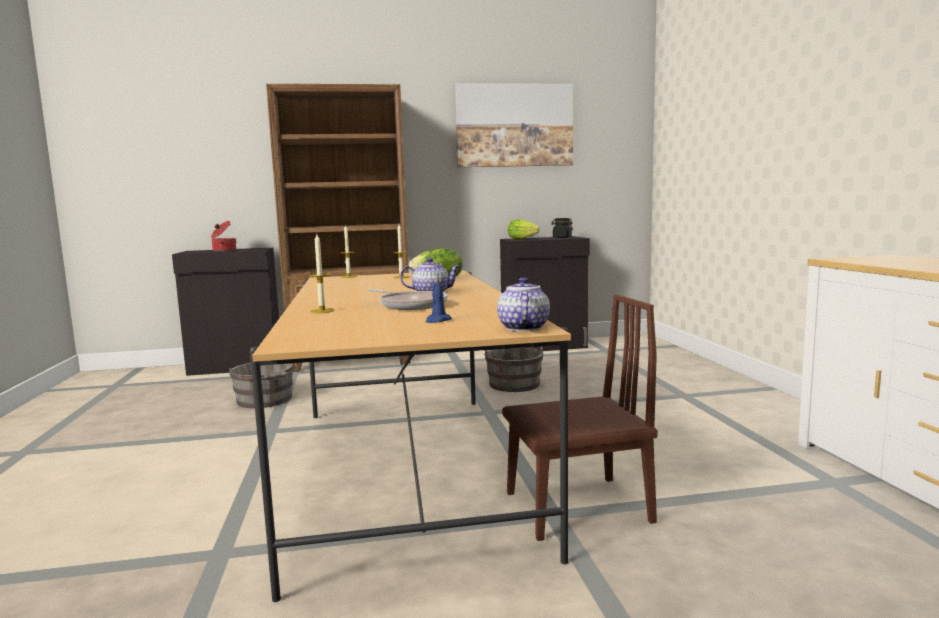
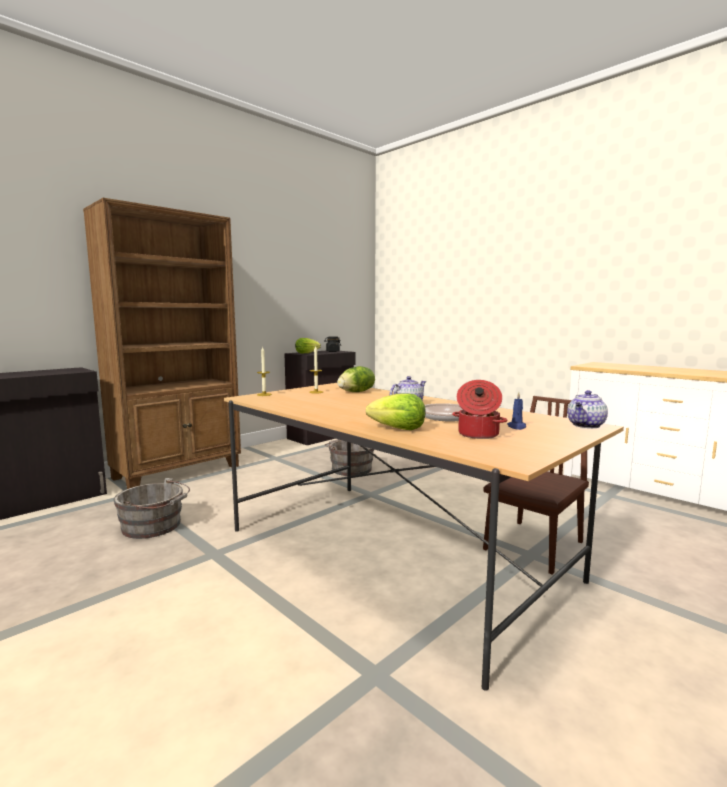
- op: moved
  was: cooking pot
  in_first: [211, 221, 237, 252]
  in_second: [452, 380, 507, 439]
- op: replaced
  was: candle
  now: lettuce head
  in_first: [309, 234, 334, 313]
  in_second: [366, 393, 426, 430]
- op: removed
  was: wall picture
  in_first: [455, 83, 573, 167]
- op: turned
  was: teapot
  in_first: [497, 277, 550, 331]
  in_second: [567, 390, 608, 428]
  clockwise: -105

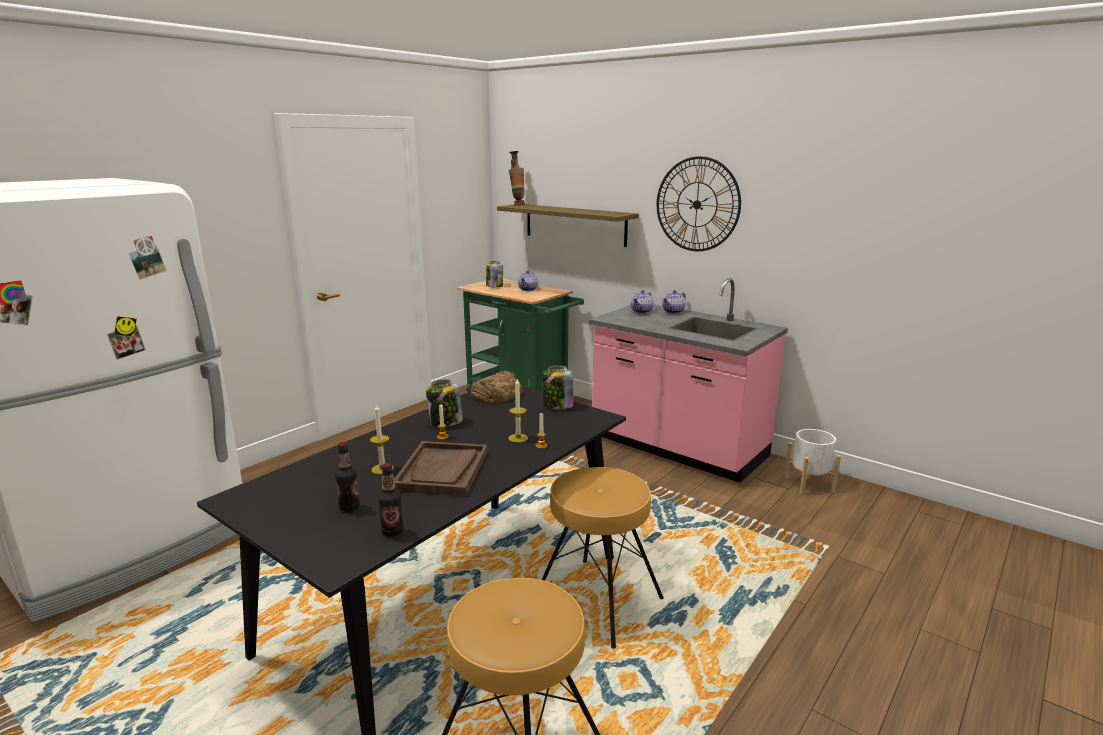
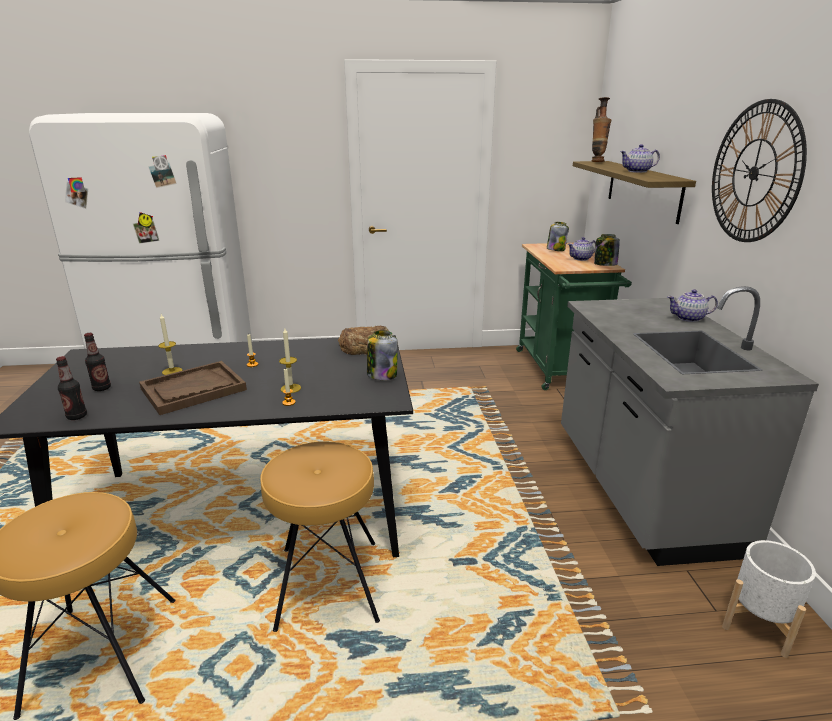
- op: moved
  was: jar
  in_first: [426, 379, 463, 427]
  in_second: [594, 234, 620, 266]
- op: recoloured
  was: kitchen counter (pinkish)
  now: kitchen counter (gray)
  in_first: [589, 278, 788, 483]
  in_second: [561, 286, 819, 566]
- op: moved
  was: teapot
  in_first: [631, 290, 654, 314]
  in_second: [620, 144, 660, 173]

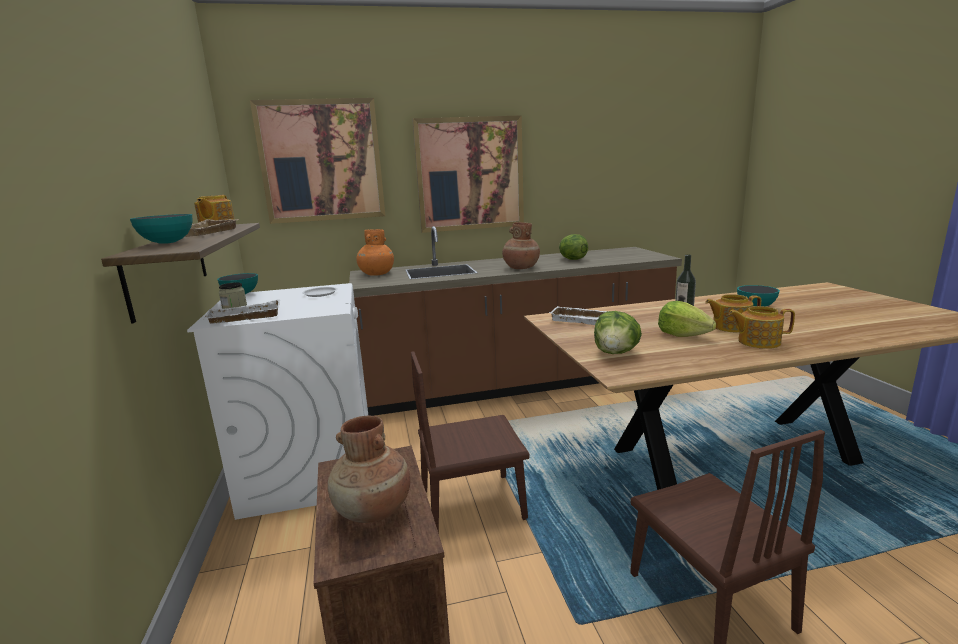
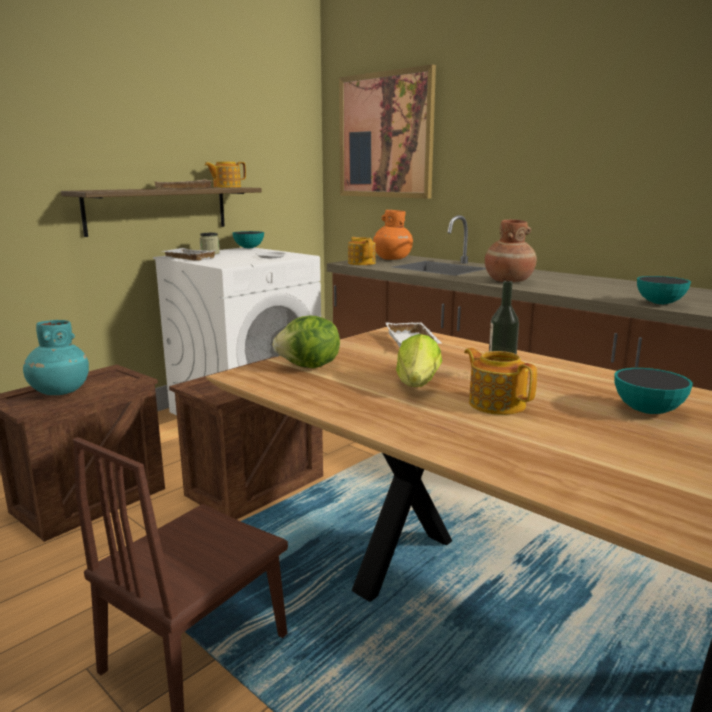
- op: moved
  was: bowl
  in_first: [130, 214, 193, 244]
  in_second: [637, 276, 691, 304]
- op: recoloured
  was: flower vase (brown-coloured)
  now: flower vase (turquoise)
  in_first: [327, 415, 410, 523]
  in_second: [23, 320, 89, 395]
- op: replaced
  was: upright chair (brown-coloured)
  now: shipping crate
  in_first: [411, 351, 530, 534]
  in_second: [169, 357, 323, 520]
- op: removed
  was: wall picture
  in_first: [412, 115, 524, 233]
- op: removed
  was: lettuce head
  in_first: [559, 234, 588, 260]
- op: moved
  was: teapot
  in_first: [729, 306, 795, 349]
  in_second: [348, 237, 376, 265]

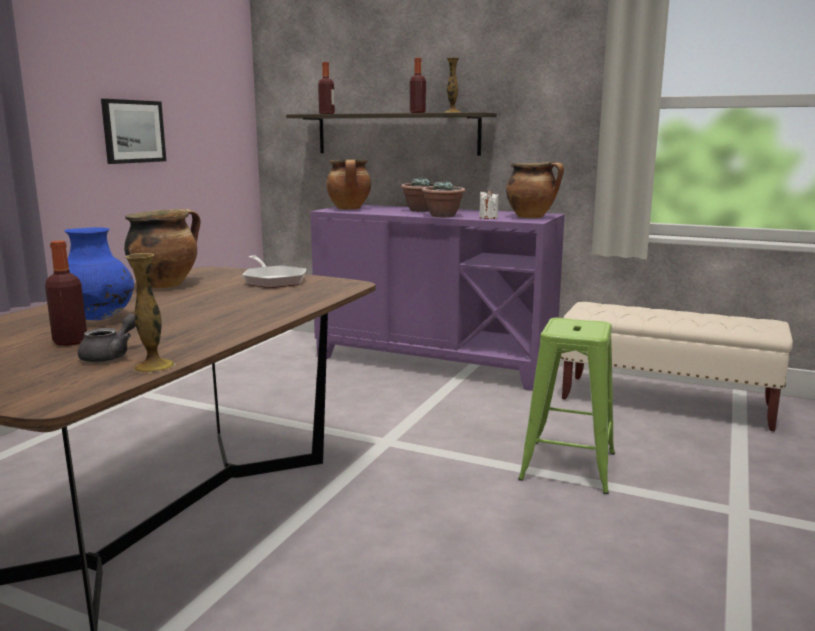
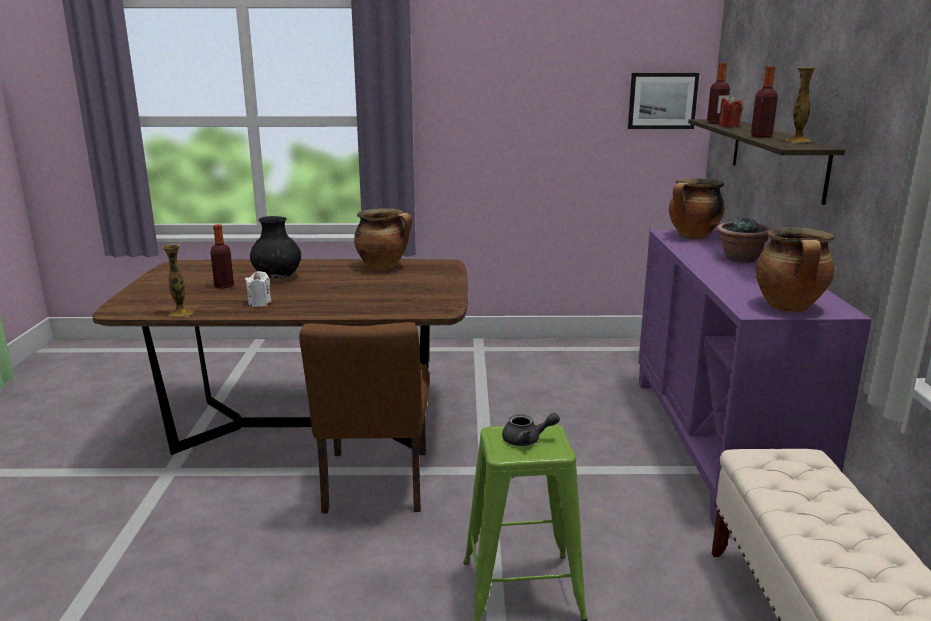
- op: recoloured
  was: flower vase (bluish)
  now: flower vase (blackish)
  in_first: [64, 227, 134, 320]
  in_second: [250, 216, 301, 279]
- op: moved
  was: teapot (gray)
  in_first: [78, 314, 136, 363]
  in_second: [502, 413, 560, 446]
- op: moved
  was: wall picture
  in_first: [101, 99, 166, 164]
  in_second: [628, 73, 699, 129]
- op: removed
  was: skillet
  in_first: [242, 255, 306, 288]
- op: removed
  was: plant in a pot
  in_first: [422, 180, 466, 217]
- op: moved
  was: candle (whitish)
  in_first: [479, 190, 499, 219]
  in_second: [245, 271, 271, 307]
- op: added
  now: upright chair (brown-coloured)
  in_second: [299, 322, 429, 514]
- op: added
  now: candle (red-coloured)
  in_second: [718, 96, 743, 127]

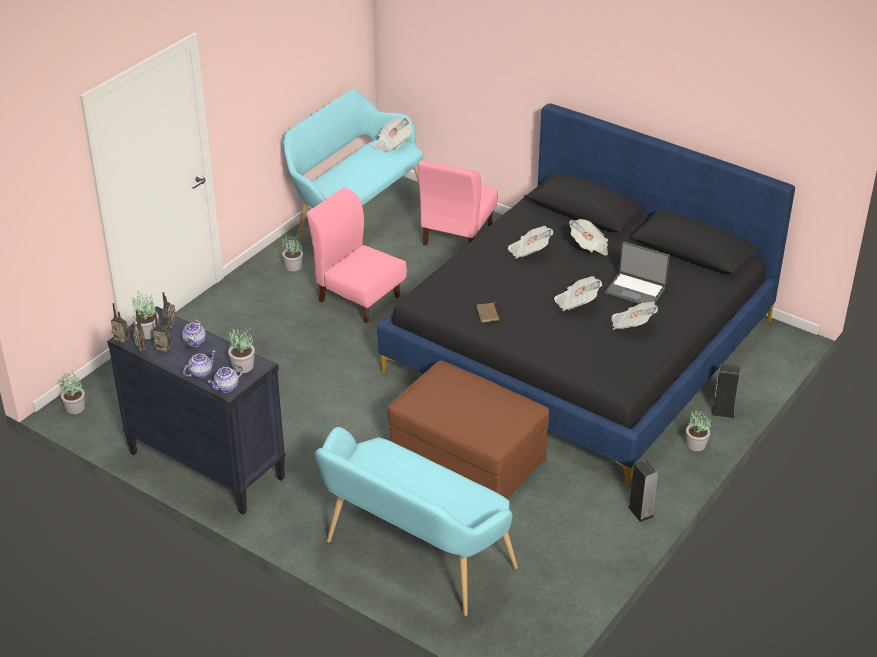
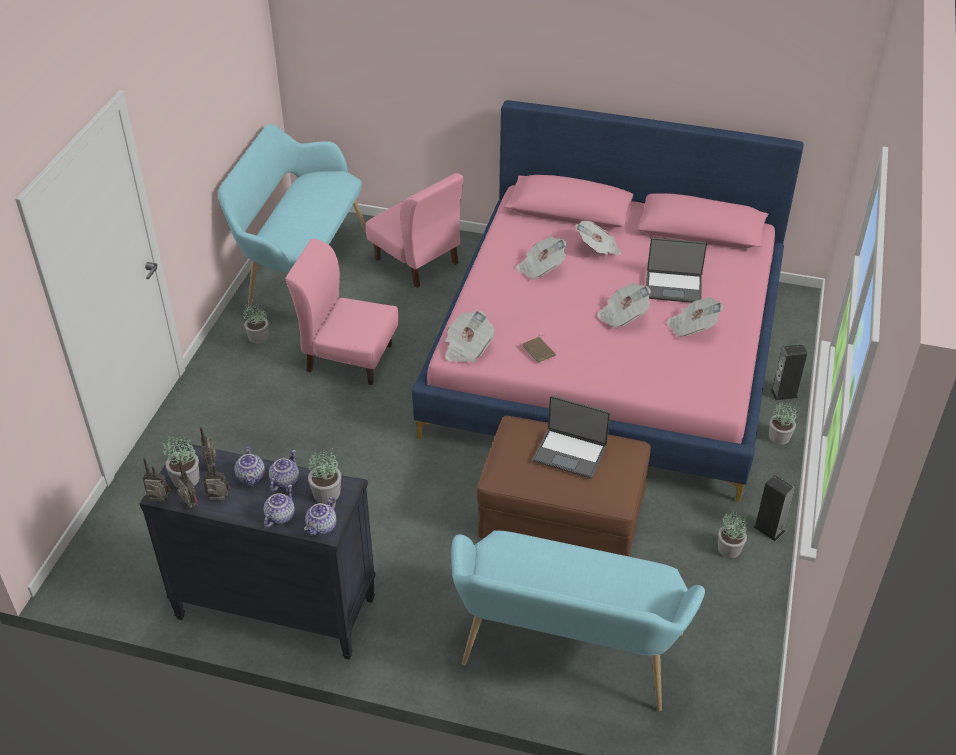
- op: moved
  was: plant in a pot
  in_first: [60, 372, 85, 414]
  in_second: [718, 508, 747, 558]
- op: moved
  was: printed paper
  in_first: [373, 118, 412, 152]
  in_second: [445, 311, 495, 363]
- op: recoloured
  was: bed (blackish)
  now: bed (pinkish)
  in_first: [377, 103, 795, 485]
  in_second: [412, 100, 804, 502]
- op: turned
  was: upright chair (pinkish)
  in_first: [418, 160, 498, 246]
  in_second: [366, 173, 463, 288]
  clockwise: -45
- op: added
  now: teapot
  in_second: [269, 450, 299, 492]
- op: added
  now: notebook computer
  in_second: [533, 395, 610, 479]

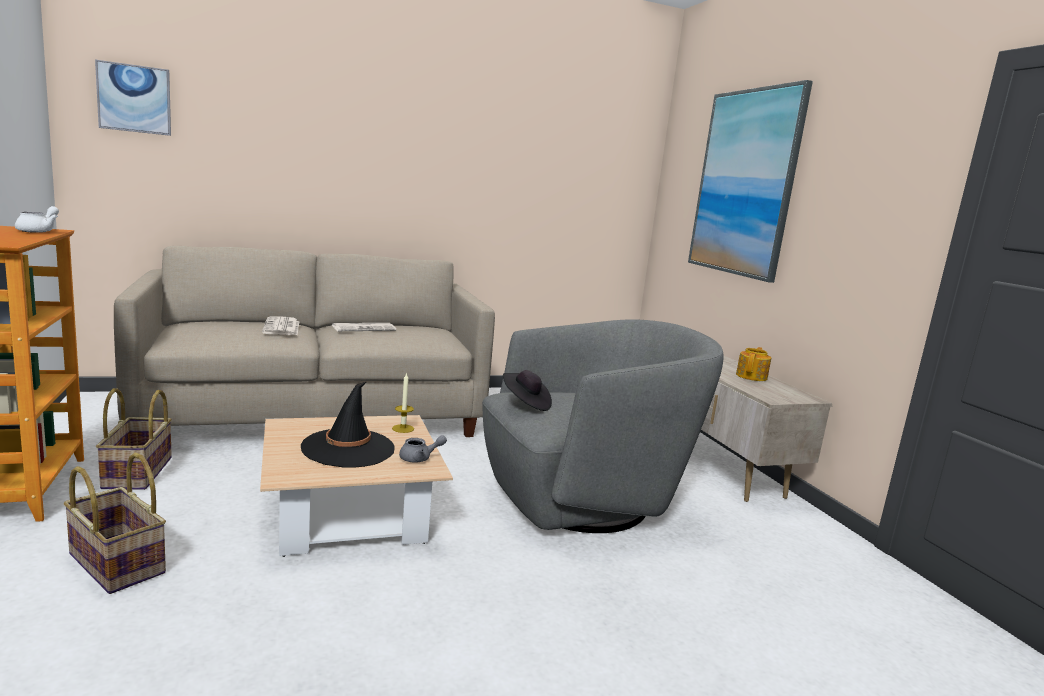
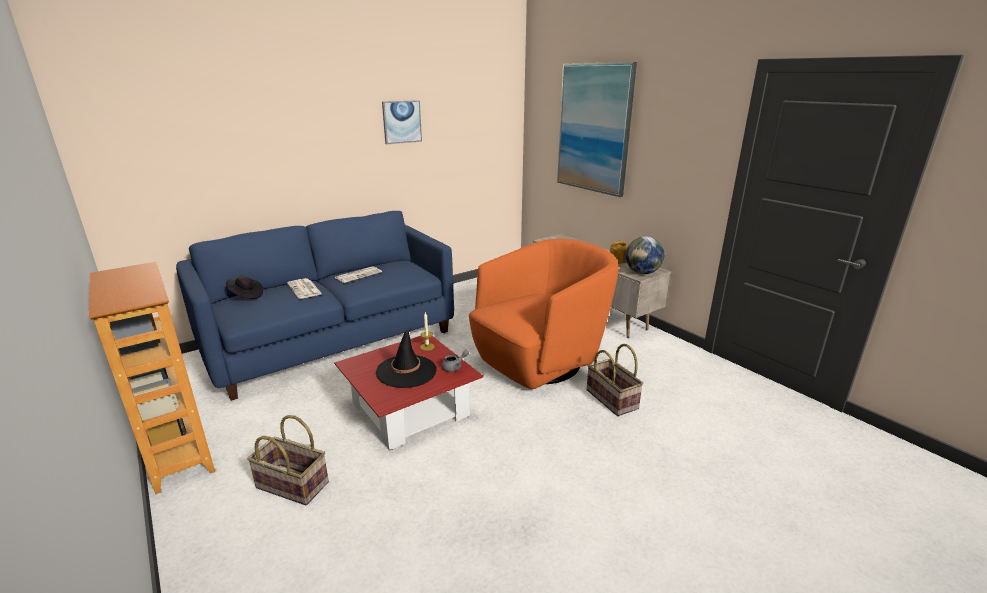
- op: removed
  was: teapot (whitish)
  in_first: [15, 206, 59, 233]
- op: moved
  was: wall picture
  in_first: [95, 60, 171, 136]
  in_second: [382, 100, 422, 144]
- op: moved
  was: basket
  in_first: [96, 388, 172, 490]
  in_second: [586, 344, 644, 416]
- op: recoloured
  was: sofa (beige)
  now: sofa (bluish)
  in_first: [114, 246, 495, 437]
  in_second: [176, 211, 454, 401]
- op: recoloured
  was: lounge table (beige)
  now: lounge table (red-coloured)
  in_first: [260, 415, 453, 557]
  in_second: [334, 336, 484, 450]
- op: recoloured
  was: lounge chair (gray)
  now: lounge chair (orange)
  in_first: [482, 319, 724, 533]
  in_second: [469, 239, 618, 389]
- op: moved
  was: hat (blackish)
  in_first: [503, 370, 552, 411]
  in_second: [226, 276, 263, 299]
- op: added
  now: desk globe
  in_second: [626, 236, 664, 274]

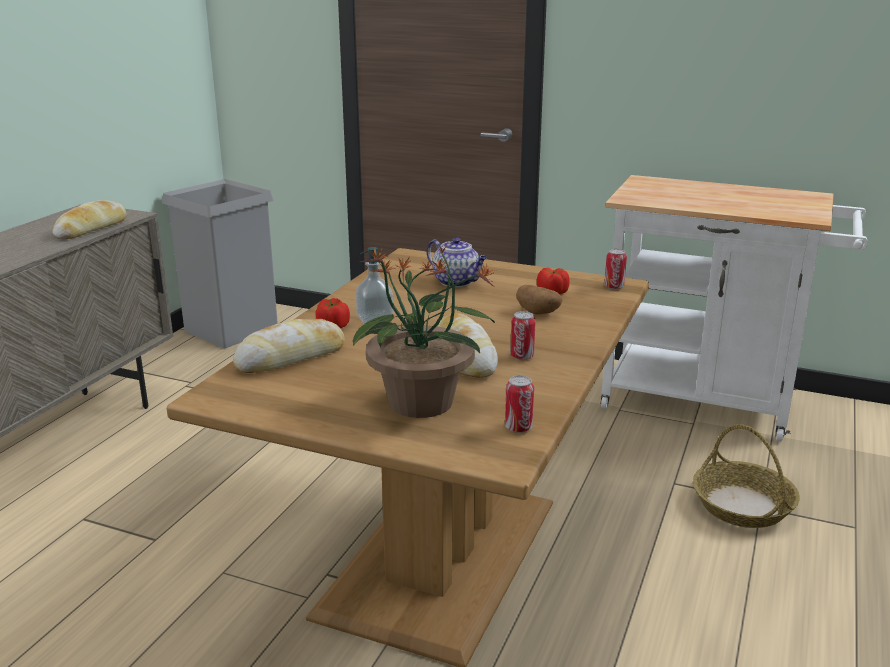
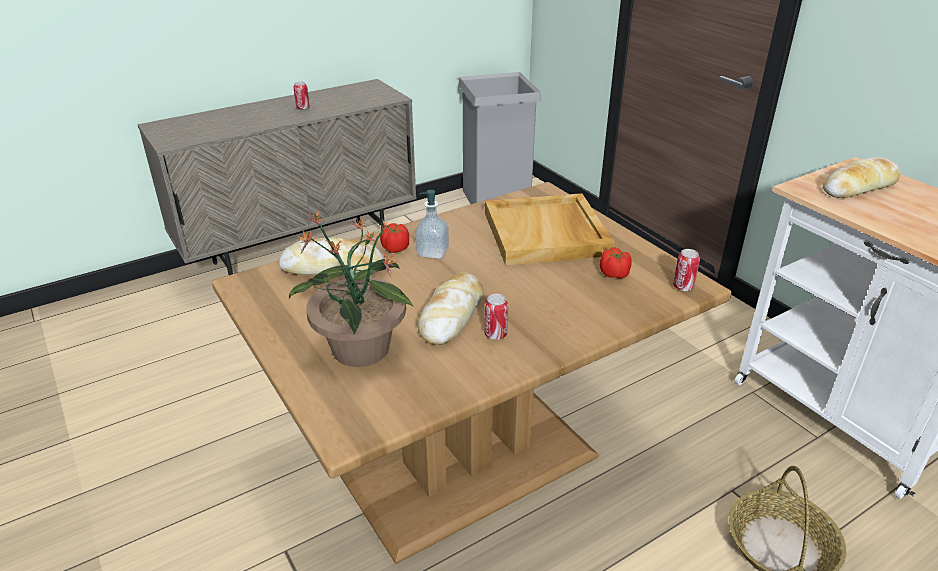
- op: moved
  was: bakery bread
  in_first: [52, 200, 127, 240]
  in_second: [823, 157, 900, 198]
- op: replaced
  was: teapot
  now: carrying tray (beige)
  in_first: [427, 237, 487, 287]
  in_second: [485, 193, 615, 266]
- op: moved
  was: sealed can
  in_first: [505, 376, 534, 433]
  in_second: [293, 82, 310, 110]
- op: removed
  was: potato
  in_first: [516, 285, 562, 314]

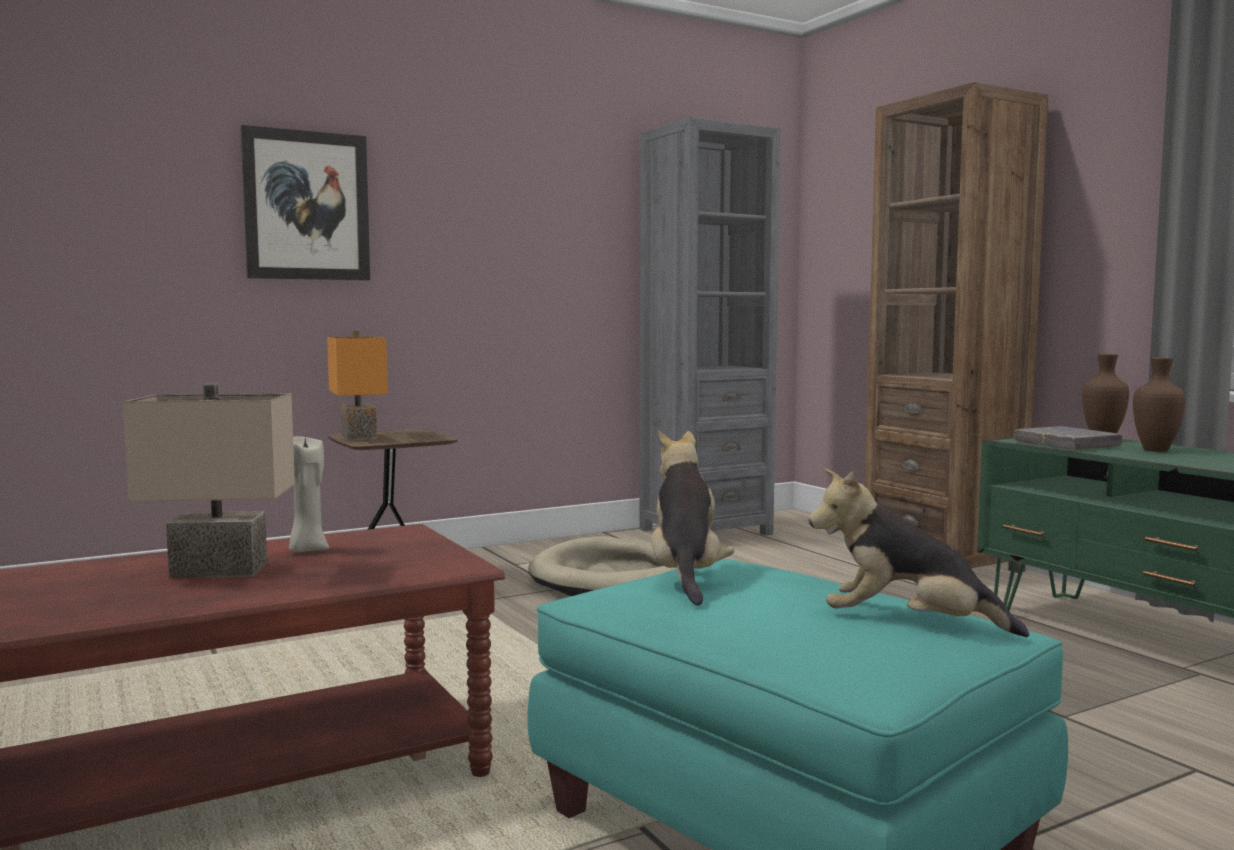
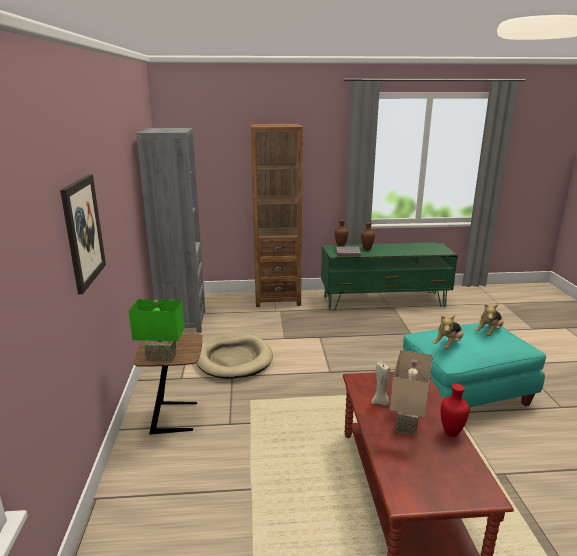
- op: recoloured
  was: table lamp (orange)
  now: table lamp (green-coloured)
  in_first: [327, 330, 388, 441]
  in_second: [129, 299, 185, 362]
- op: turned
  was: cuddly toy
  in_first: [651, 430, 734, 606]
  in_second: [432, 316, 464, 349]
  clockwise: -75
- op: added
  now: flower vase (red-coloured)
  in_second: [441, 384, 470, 437]

